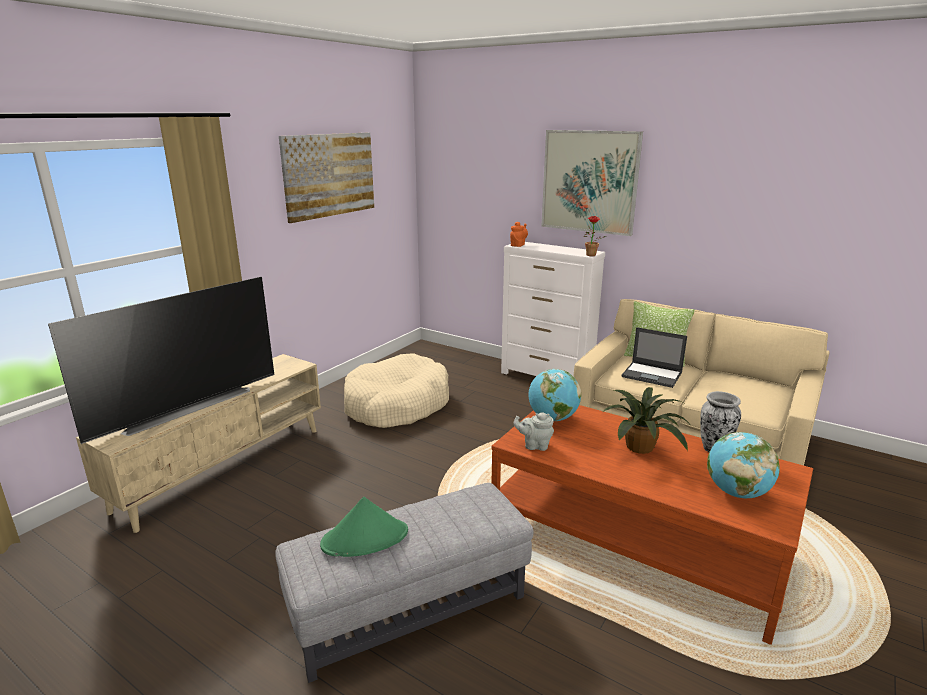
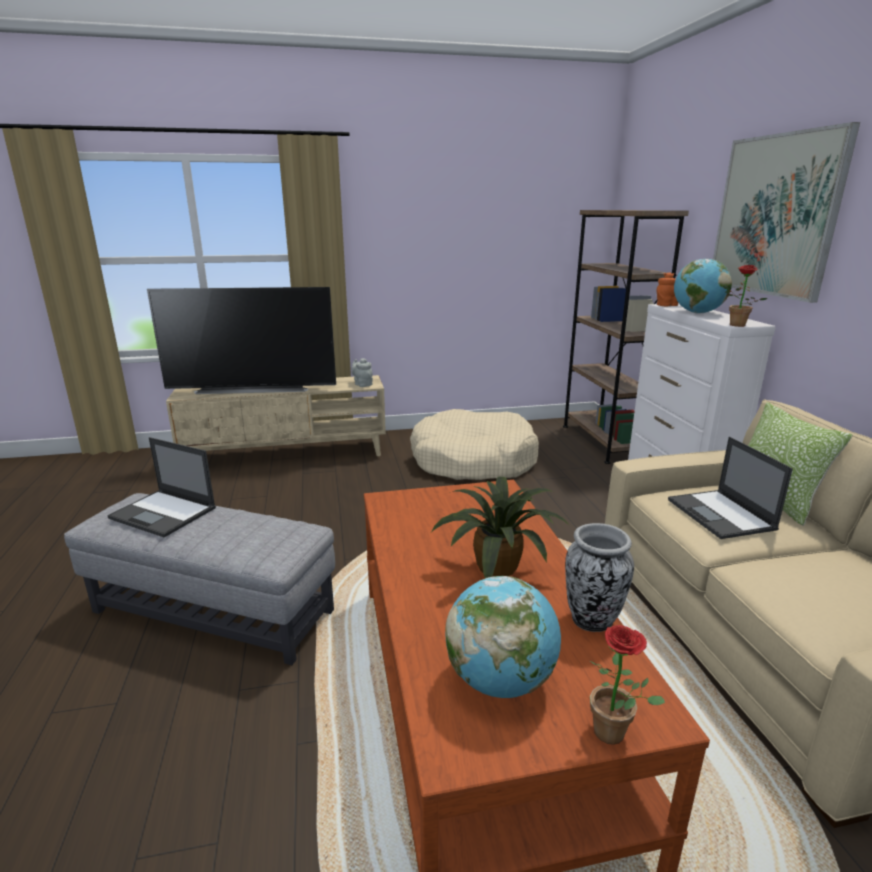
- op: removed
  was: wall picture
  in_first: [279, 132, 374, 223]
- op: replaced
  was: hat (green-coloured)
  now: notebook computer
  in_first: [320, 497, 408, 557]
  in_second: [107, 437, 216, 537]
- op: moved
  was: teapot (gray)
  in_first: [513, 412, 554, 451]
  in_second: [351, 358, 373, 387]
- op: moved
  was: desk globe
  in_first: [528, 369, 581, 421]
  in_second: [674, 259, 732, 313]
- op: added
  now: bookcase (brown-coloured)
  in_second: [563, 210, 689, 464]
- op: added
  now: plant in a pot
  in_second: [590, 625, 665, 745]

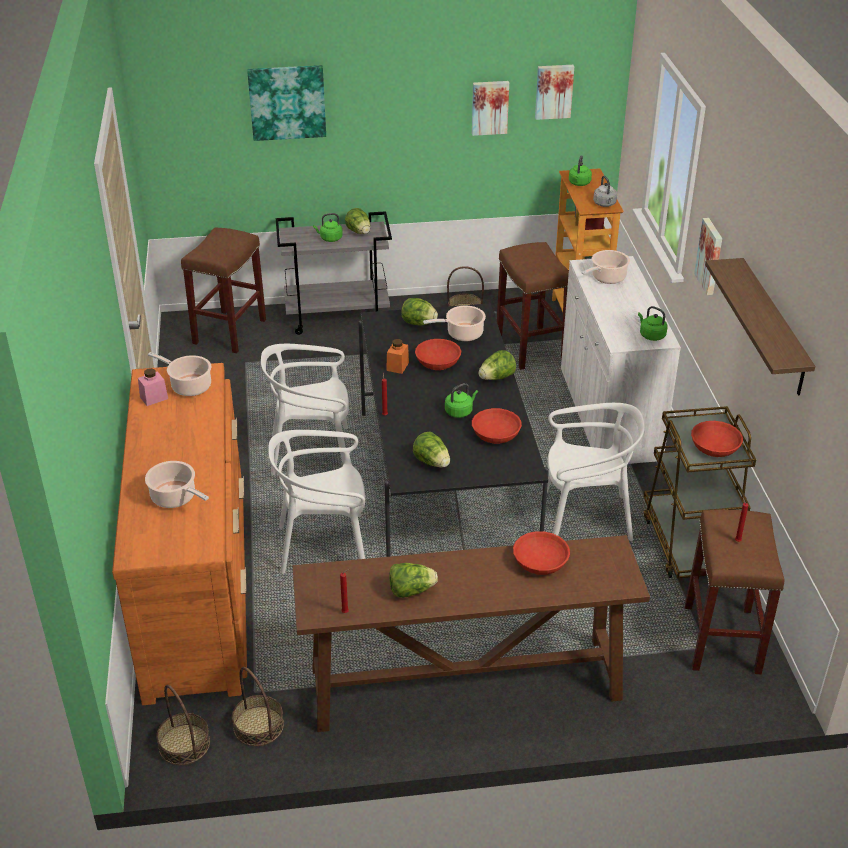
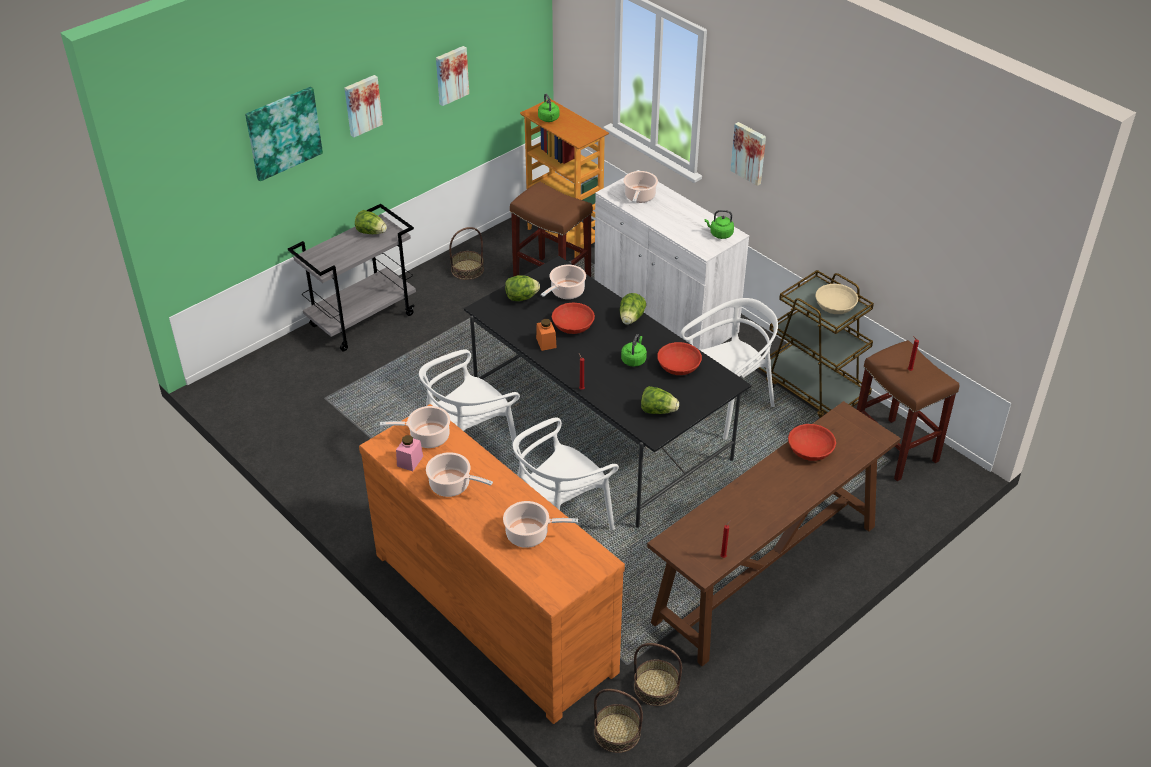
- op: removed
  was: stool (brown-coloured)
  in_first: [181, 227, 266, 354]
- op: removed
  was: water kettle (green-coloured)
  in_first: [313, 213, 343, 242]
- op: removed
  was: lettuce head
  in_first: [389, 563, 438, 598]
- op: moved
  was: wall picture
  in_first: [535, 65, 574, 120]
  in_second: [345, 75, 383, 137]
- op: removed
  was: water kettle (gray)
  in_first: [593, 176, 617, 207]
- op: recoloured
  was: bowl (red-coloured)
  now: bowl (beige)
  in_first: [691, 421, 743, 457]
  in_second: [815, 284, 858, 314]
- op: removed
  was: wall shelf
  in_first: [705, 258, 815, 395]
- op: added
  now: cooking pot
  in_second: [426, 452, 493, 497]

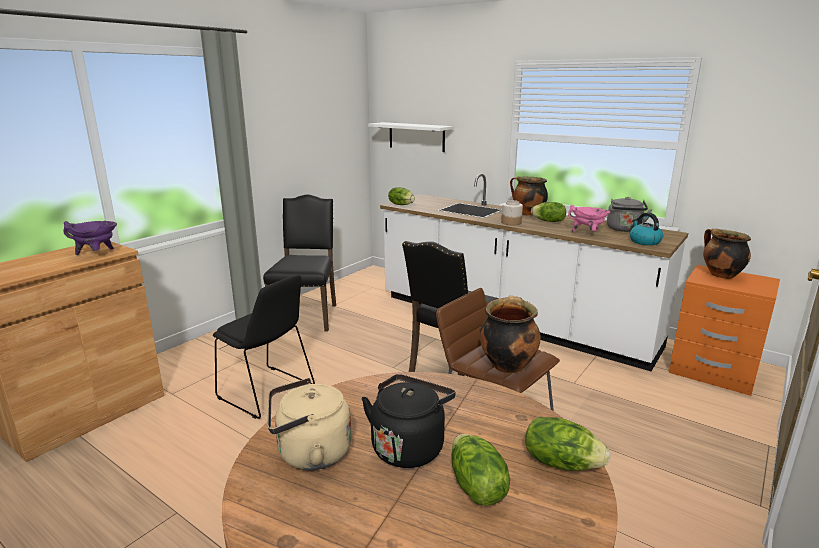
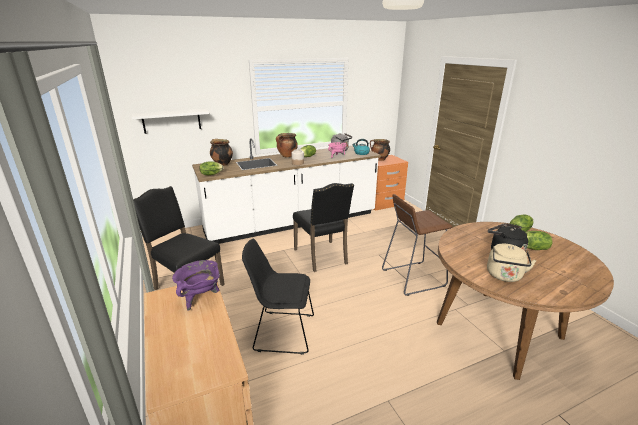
- op: turned
  was: upright chair (blackish)
  in_first: [213, 274, 315, 419]
  in_second: [242, 239, 314, 355]
  clockwise: -150
- op: moved
  was: cooking pot
  in_first: [480, 295, 540, 373]
  in_second: [210, 139, 233, 166]

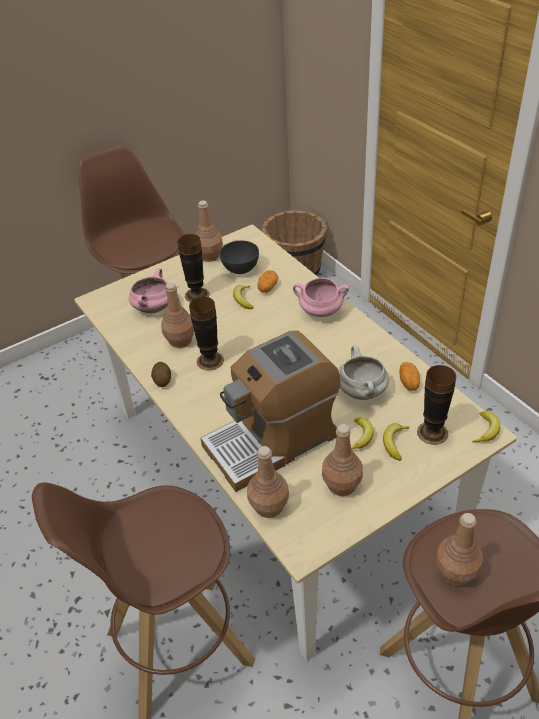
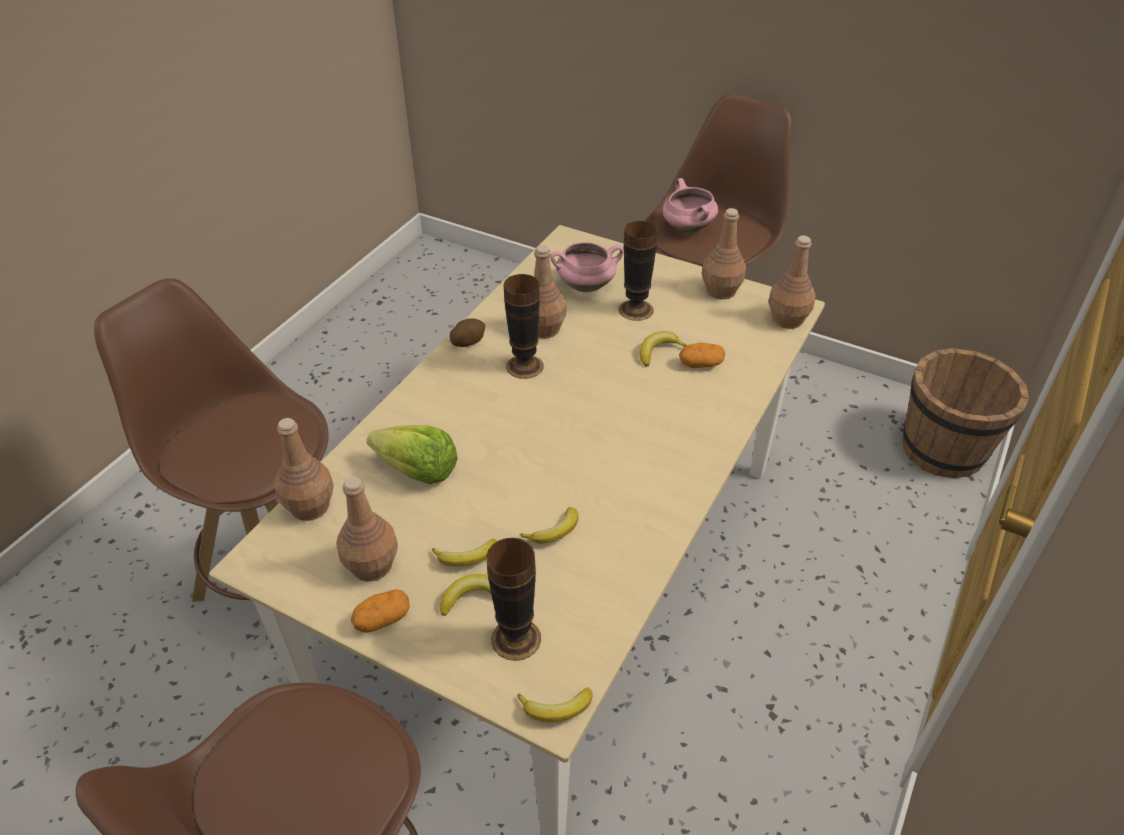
- op: replaced
  was: coffee brewer
  now: lettuce head
  in_first: [200, 330, 341, 492]
  in_second: [366, 425, 458, 484]
- op: removed
  was: bowl (gray)
  in_first: [219, 241, 259, 274]
- op: moved
  was: cooking pot (pinkish)
  in_first: [293, 278, 349, 317]
  in_second: [662, 178, 718, 233]
- op: replaced
  was: cooking pot (whitish)
  now: whole banana
  in_first: [338, 346, 389, 400]
  in_second: [520, 507, 578, 544]
- op: moved
  was: potato
  in_first: [400, 362, 420, 391]
  in_second: [351, 589, 410, 633]
- op: moved
  was: beverage bottle (brown-coloured)
  in_first: [436, 513, 483, 586]
  in_second: [768, 236, 816, 329]

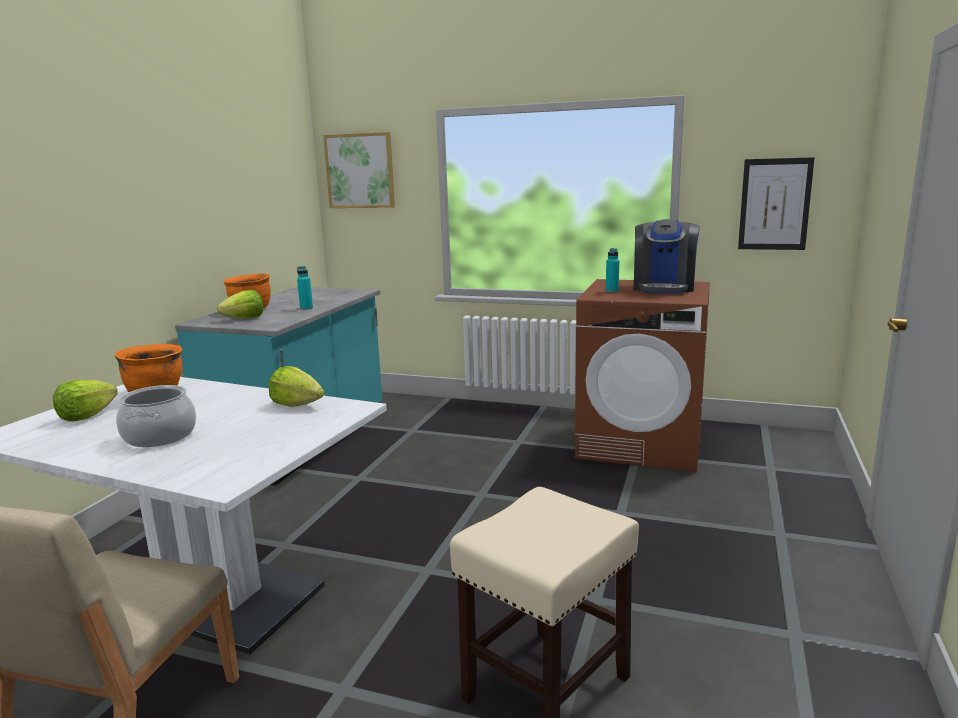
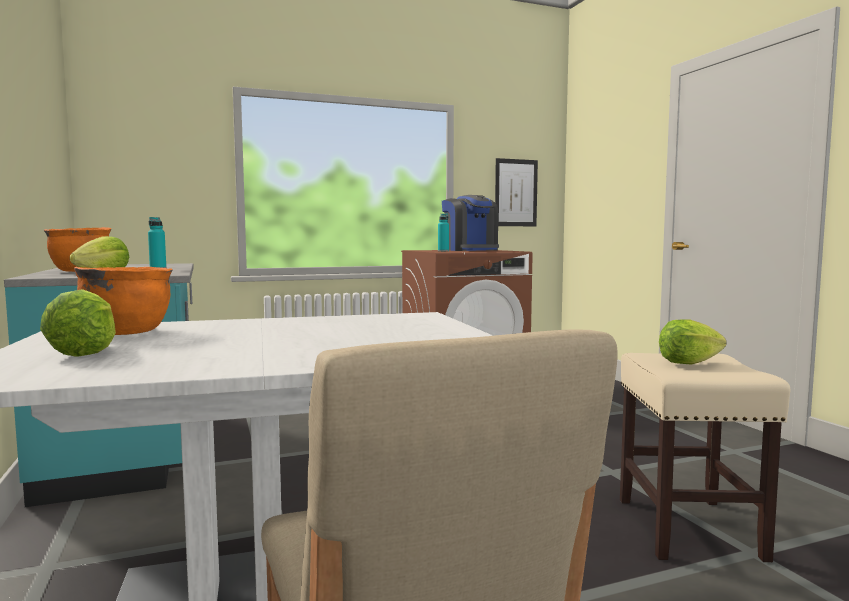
- op: removed
  was: cooking pot
  in_first: [116, 385, 196, 447]
- op: moved
  was: lettuce head
  in_first: [269, 366, 324, 407]
  in_second: [659, 319, 726, 365]
- op: removed
  was: wall picture
  in_first: [323, 132, 395, 208]

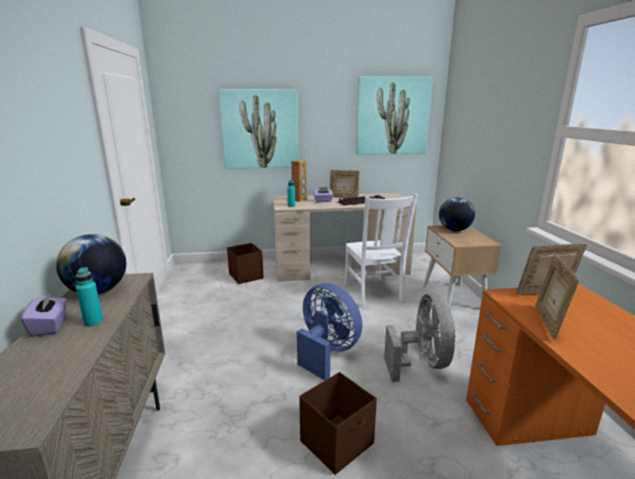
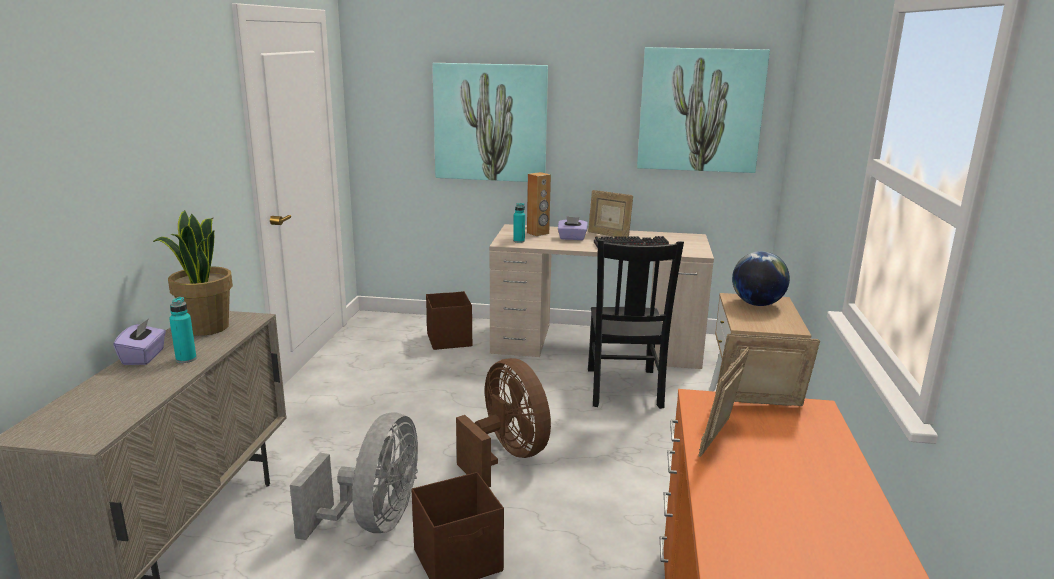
- op: replaced
  was: desk globe
  now: plant in a pot
  in_first: [56, 234, 126, 294]
  in_second: [153, 210, 233, 336]
- op: recoloured
  was: fan (bluish)
  now: fan (brown-coloured)
  in_first: [297, 283, 362, 381]
  in_second: [456, 358, 551, 487]
- op: recoloured
  was: upright chair (whitish)
  now: upright chair (blackish)
  in_first: [345, 194, 418, 308]
  in_second: [588, 240, 684, 409]
- op: moved
  was: fan (gray)
  in_first: [384, 293, 456, 382]
  in_second: [290, 412, 418, 540]

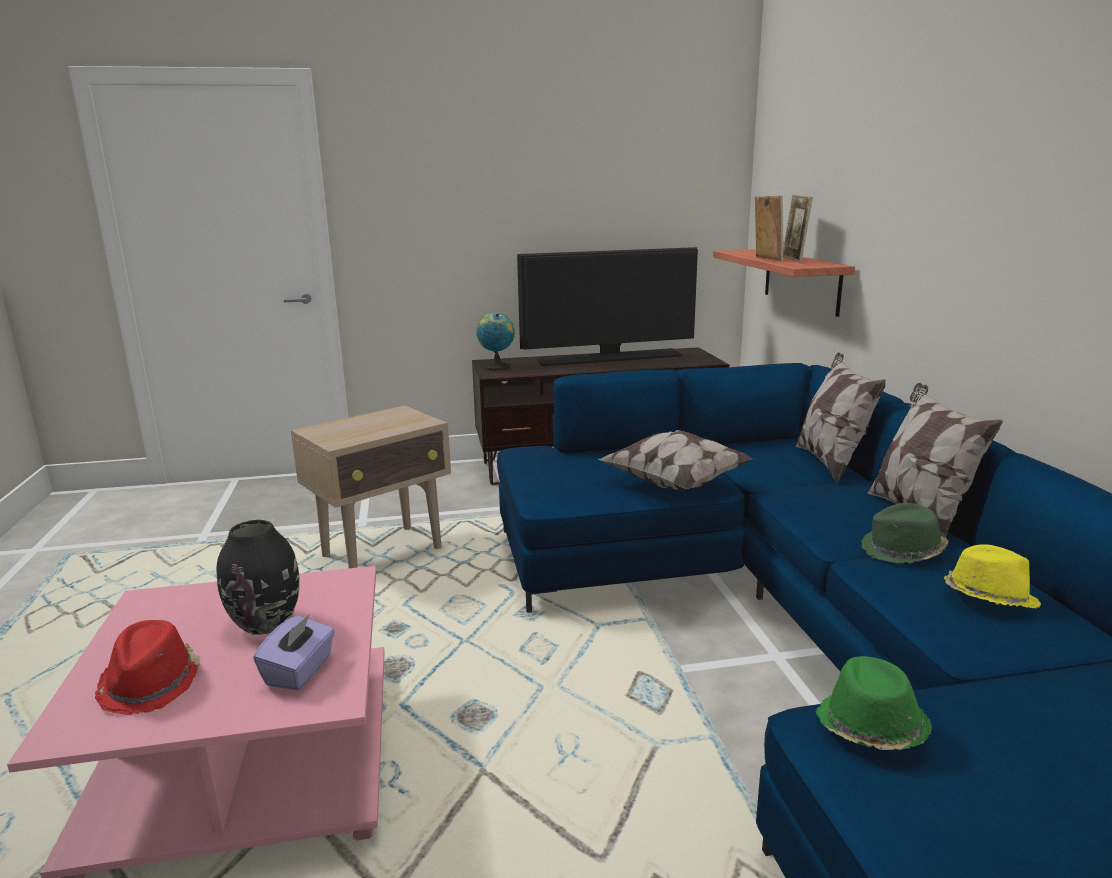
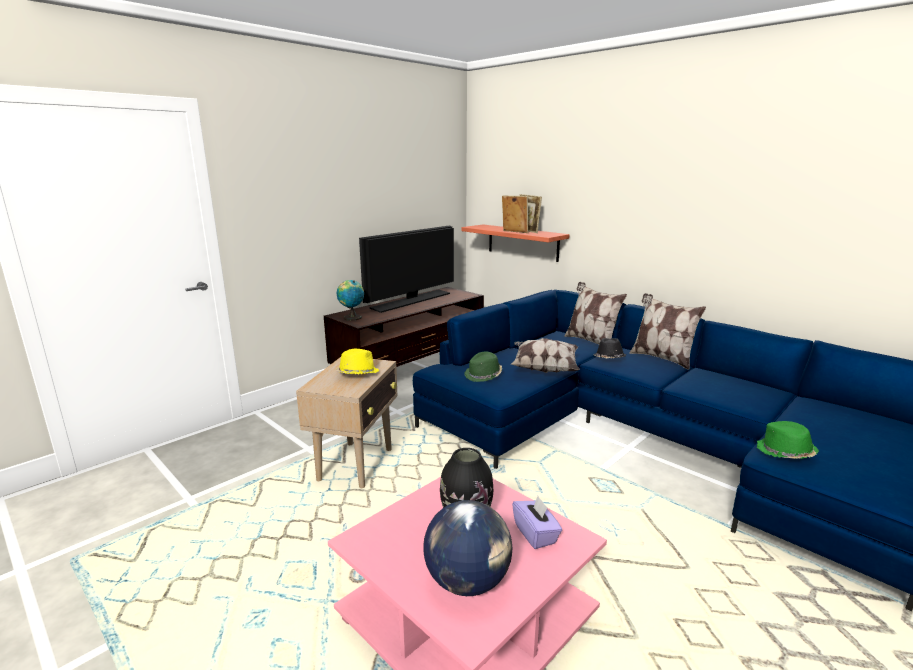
- op: replaced
  was: hat (red-coloured)
  now: desk globe
  in_first: [95, 620, 200, 715]
  in_second: [423, 500, 512, 596]
- op: moved
  was: hat (green-coloured)
  in_first: [862, 503, 949, 564]
  in_second: [465, 352, 502, 382]
- op: moved
  was: hat (yellow)
  in_first: [944, 544, 1041, 608]
  in_second: [337, 349, 380, 375]
- op: added
  now: hat (blackish)
  in_second: [594, 338, 626, 358]

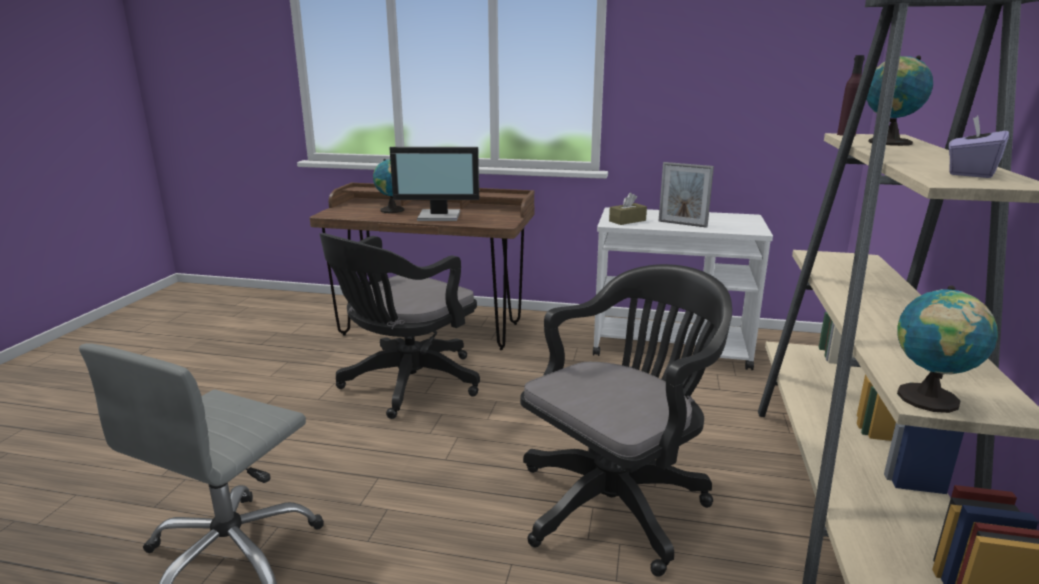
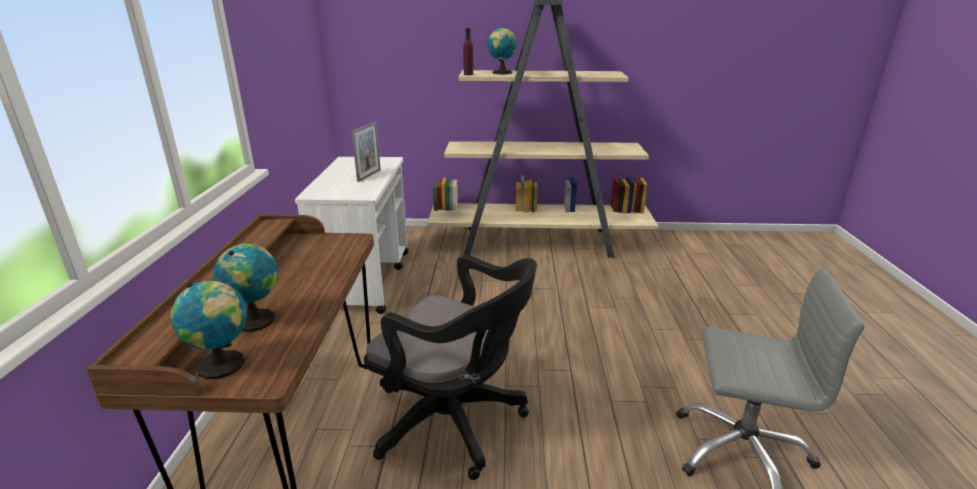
- op: removed
  was: monitor
  in_first: [389, 147, 479, 221]
- op: removed
  was: computer chair (blackish)
  in_first: [520, 264, 732, 577]
- op: removed
  was: box of tissues (brown-coloured)
  in_first: [609, 193, 647, 225]
- op: moved
  was: desk globe
  in_first: [897, 285, 998, 413]
  in_second: [170, 281, 247, 379]
- op: removed
  was: box of tissues (purple-coloured)
  in_first: [948, 116, 1009, 178]

